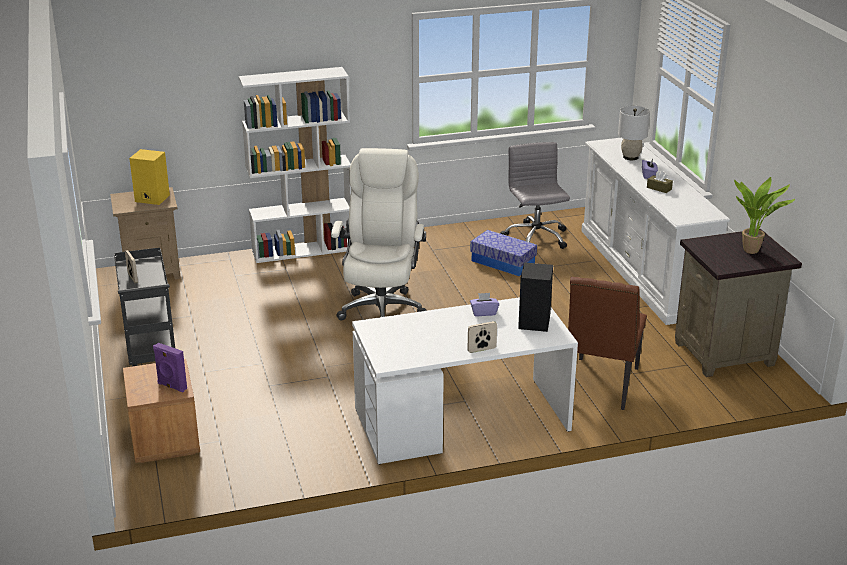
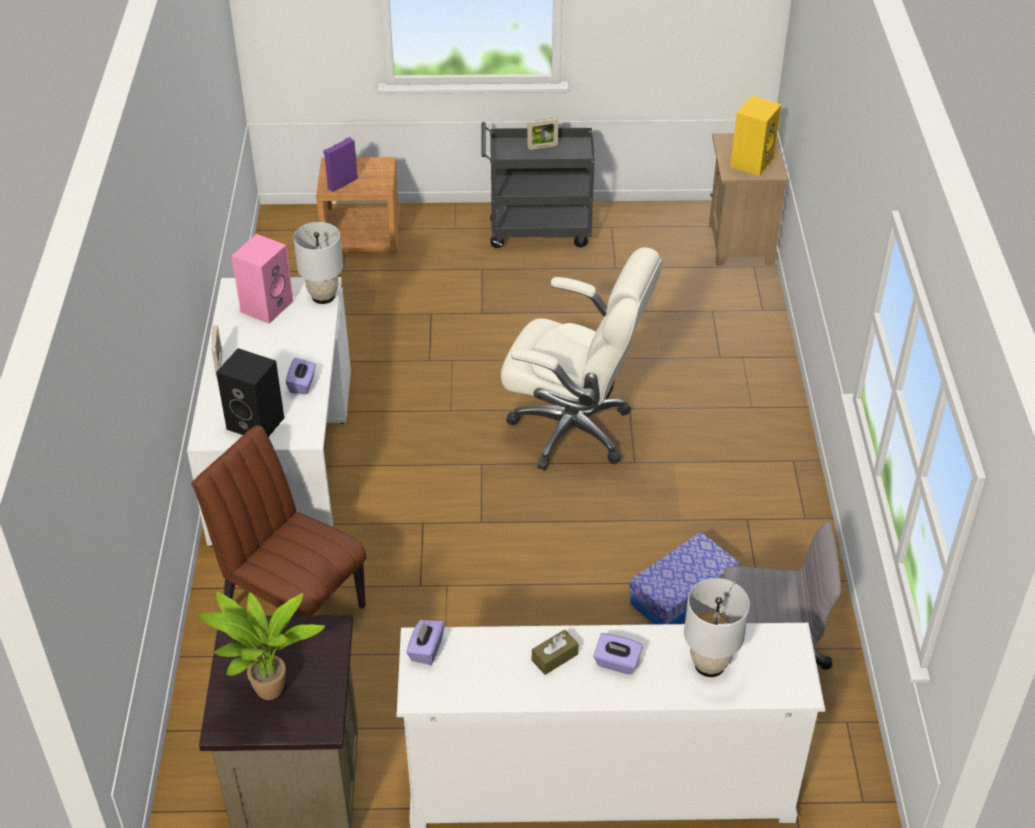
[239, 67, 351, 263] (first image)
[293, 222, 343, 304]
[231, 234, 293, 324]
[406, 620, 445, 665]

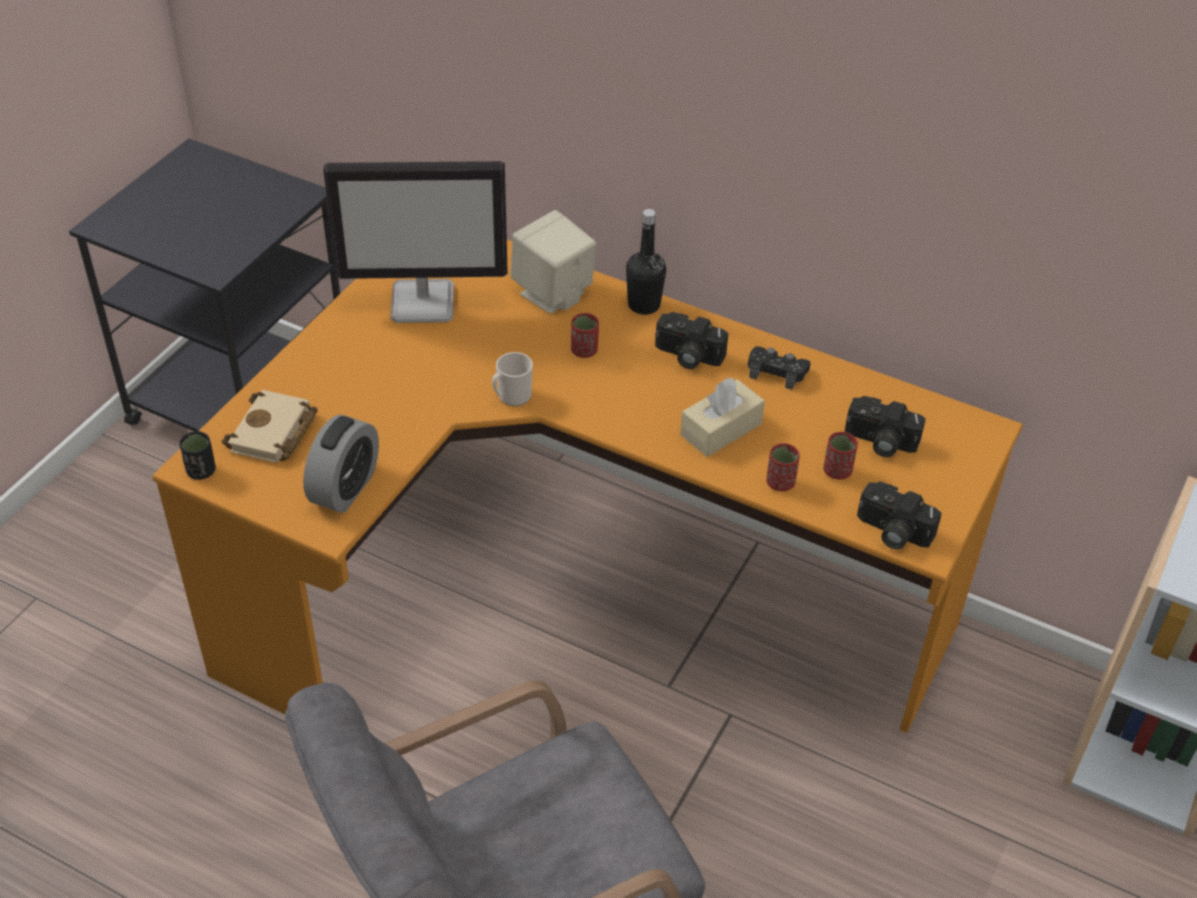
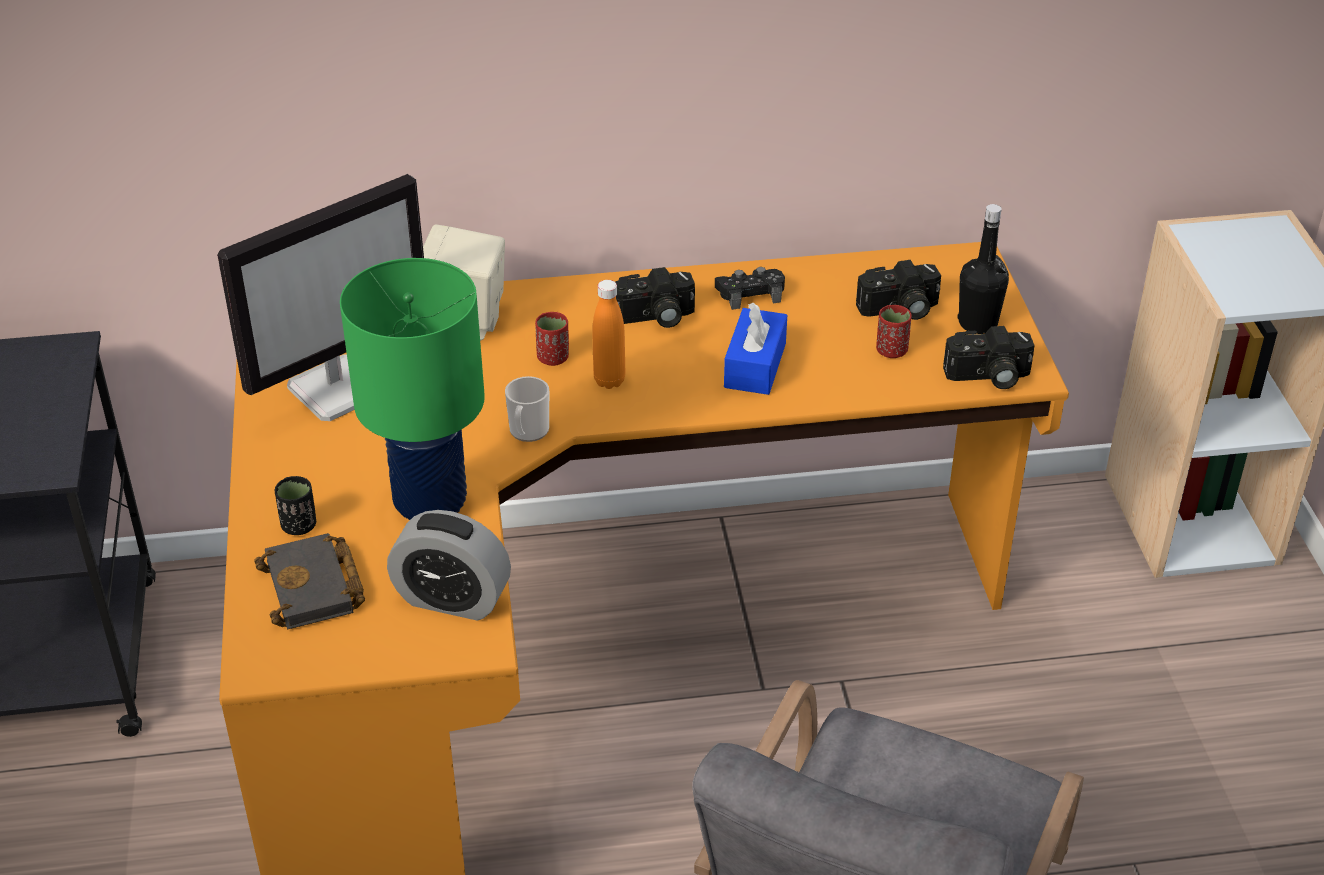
[958, 204, 1009, 334]
[724, 303, 787, 395]
[254, 533, 365, 630]
[387, 510, 511, 621]
[275, 476, 316, 535]
[766, 443, 800, 492] (first image)
[340, 258, 485, 520]
[592, 280, 625, 389]

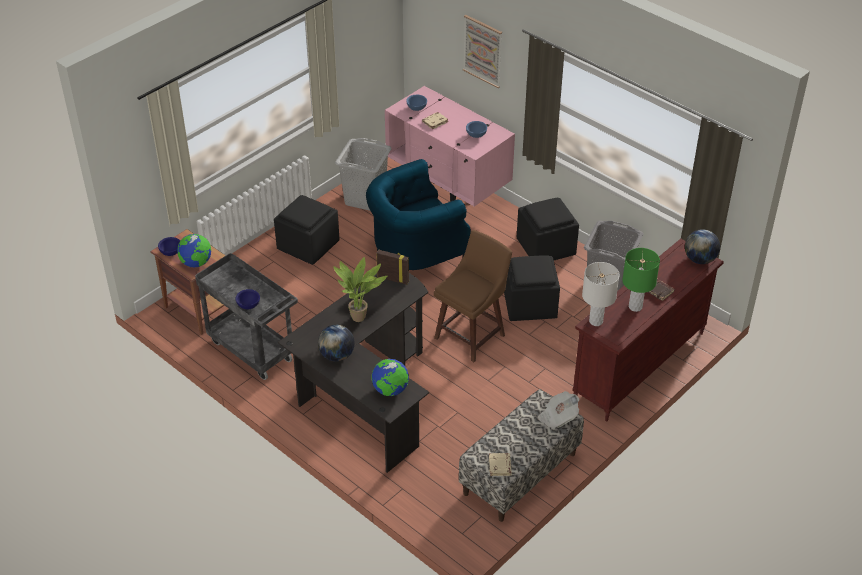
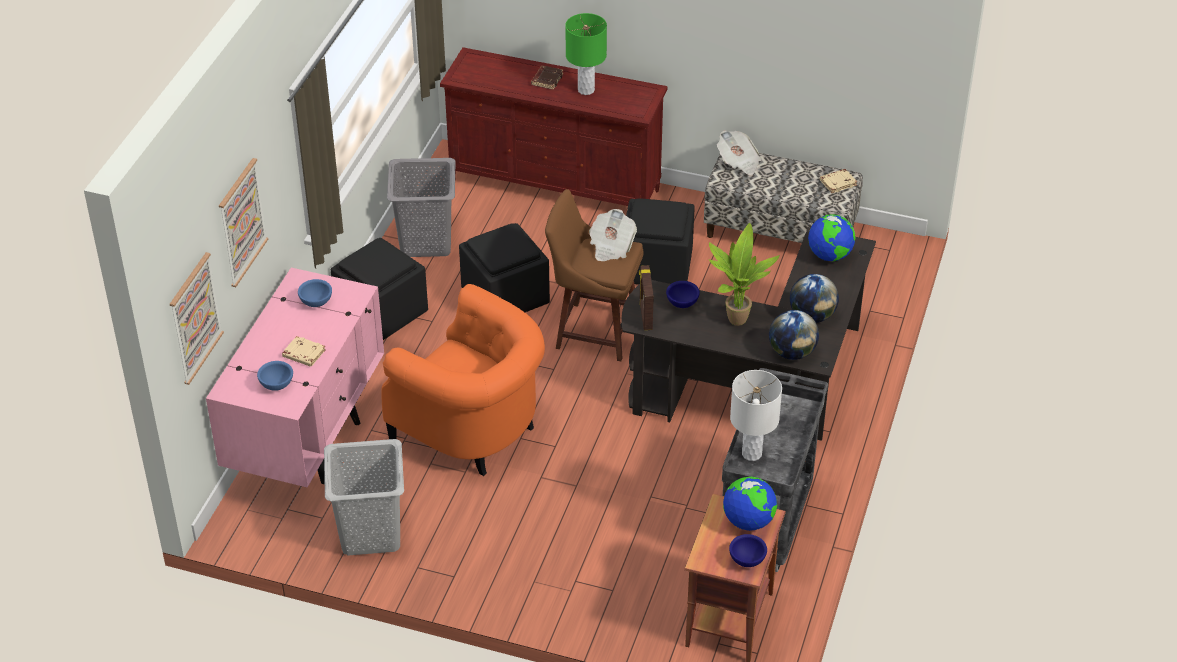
[381, 284, 545, 476]
[626, 199, 695, 285]
[769, 310, 819, 360]
[730, 370, 782, 461]
[666, 281, 700, 308]
[589, 209, 637, 261]
[170, 252, 224, 385]

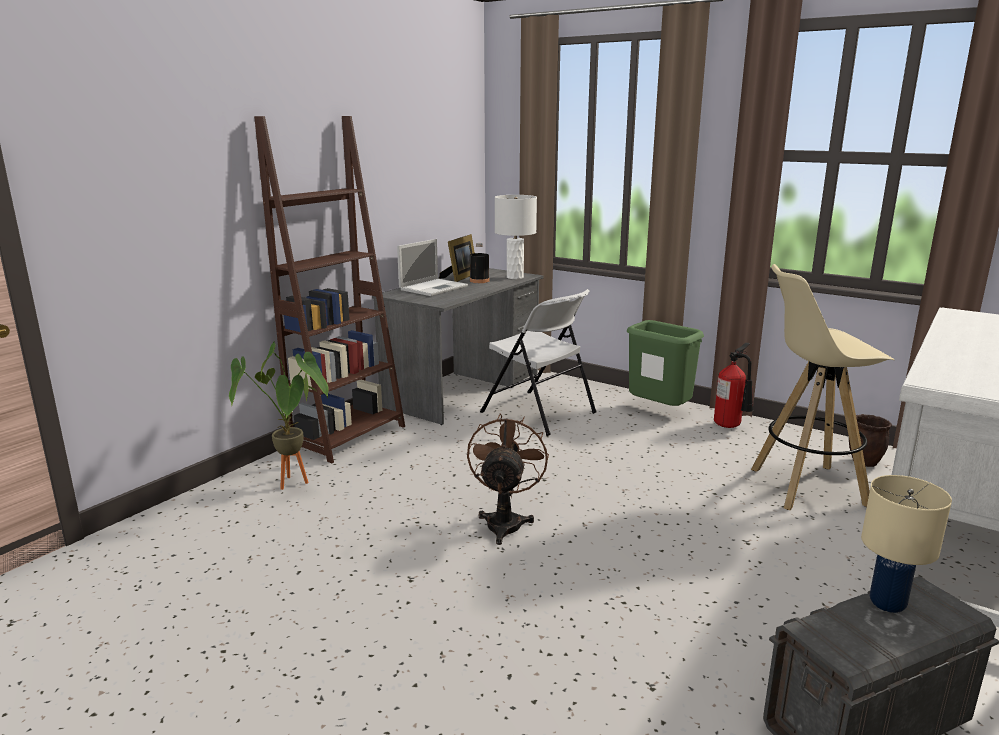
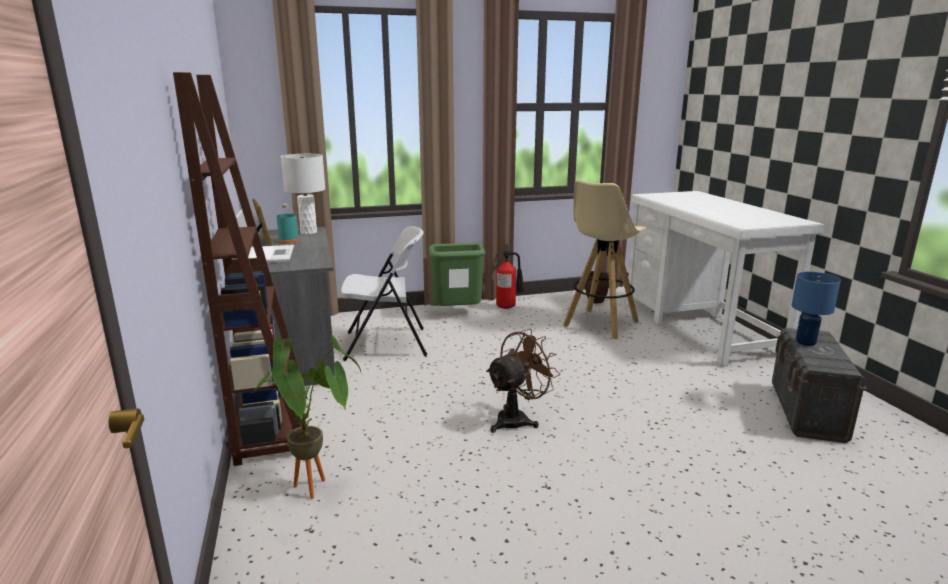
[276, 204, 299, 244]
[486, 329, 560, 433]
[792, 272, 841, 346]

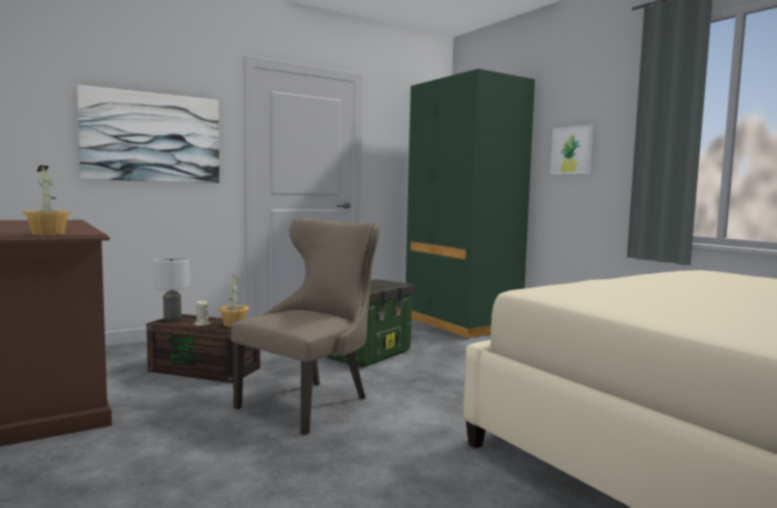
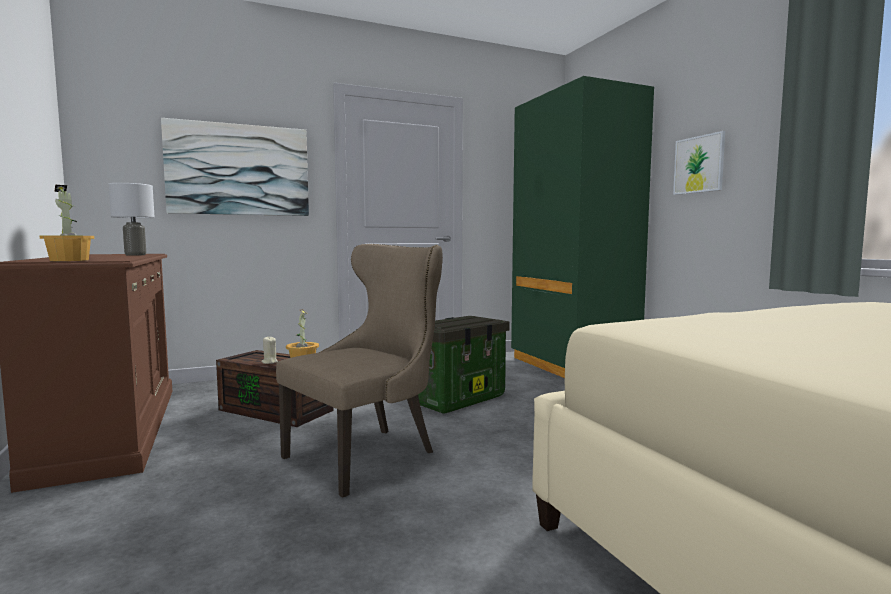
[109, 183, 155, 256]

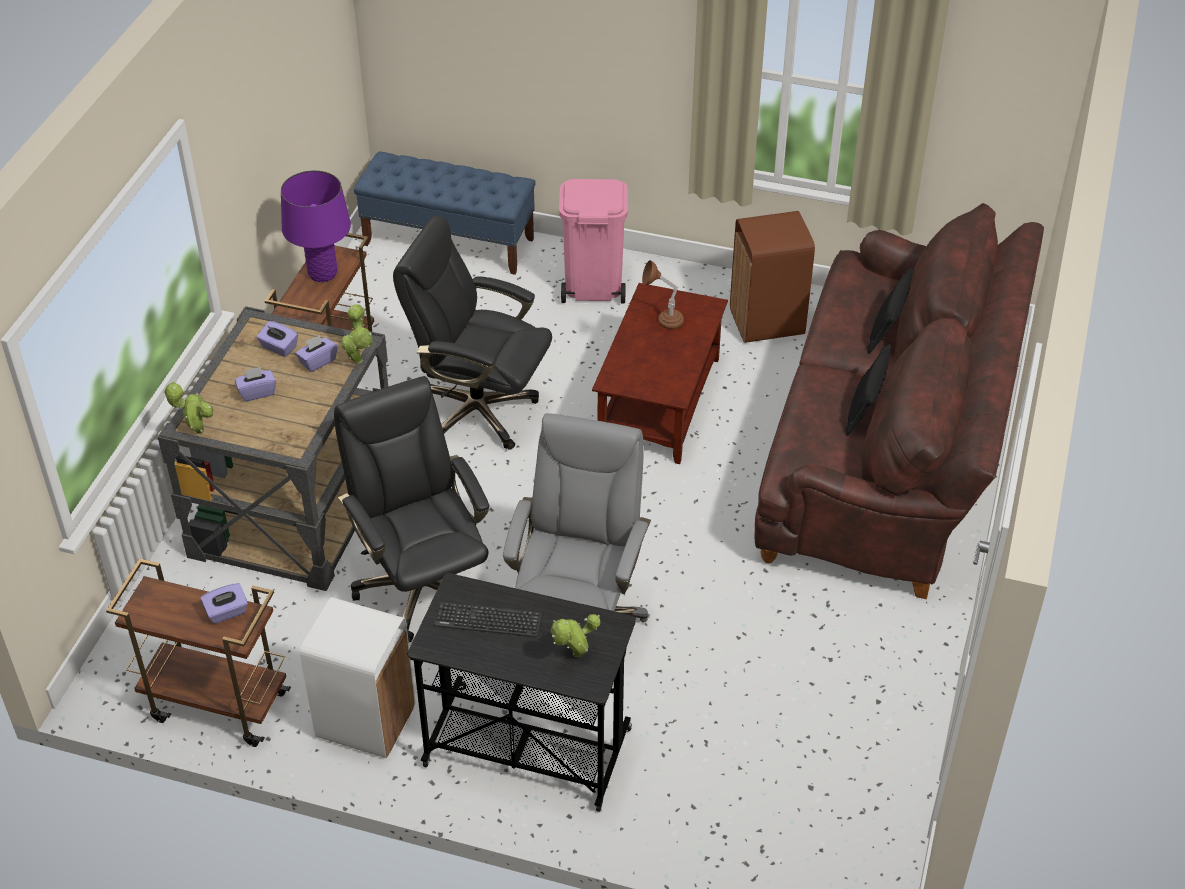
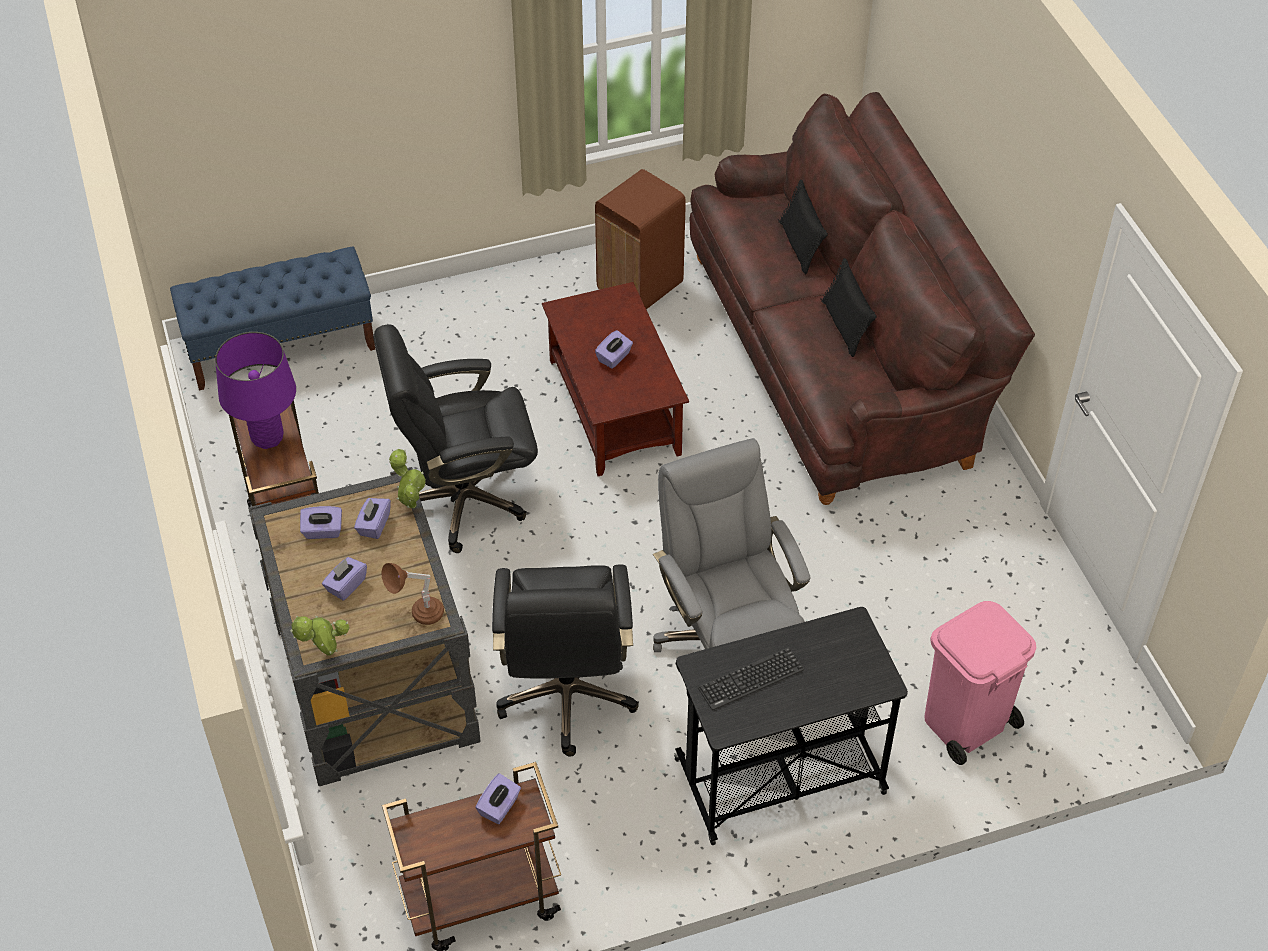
[924, 601, 1037, 765]
[382, 563, 444, 625]
[492, 564, 639, 756]
[300, 597, 415, 758] (first image)
[551, 614, 600, 657] (first image)
[595, 330, 633, 369]

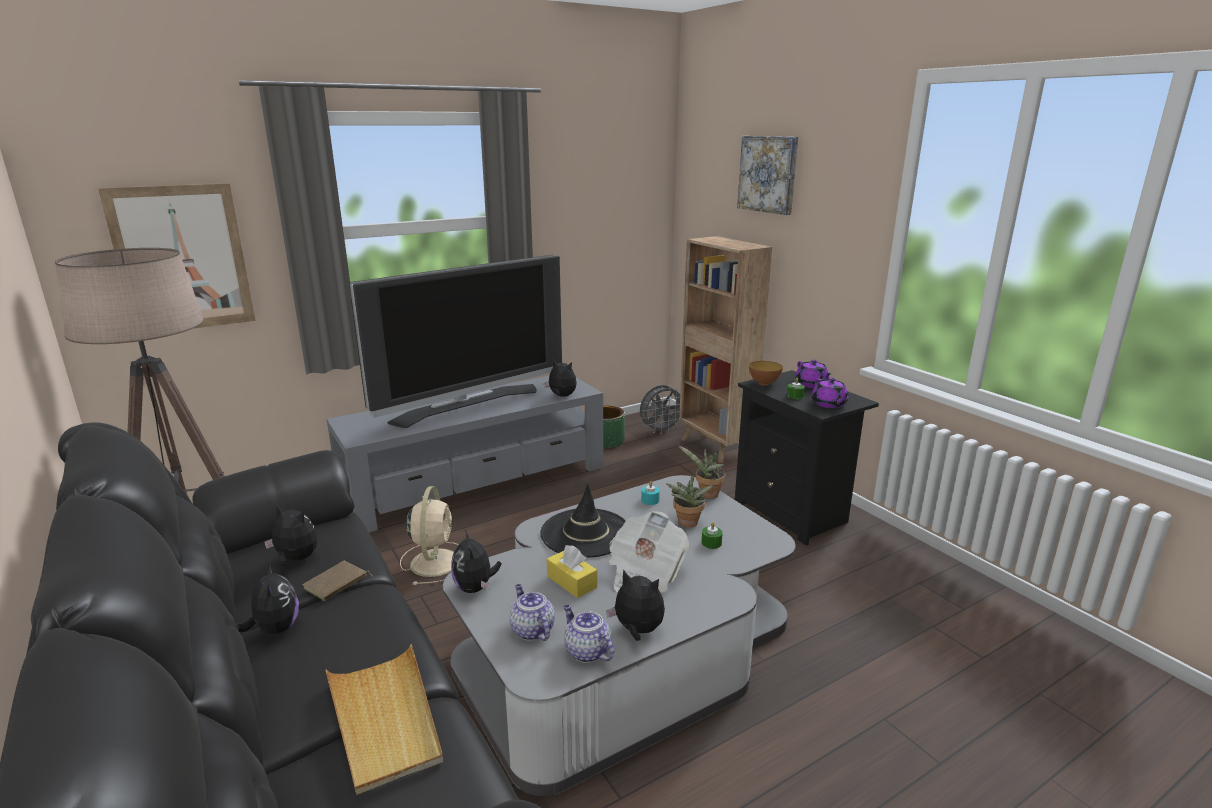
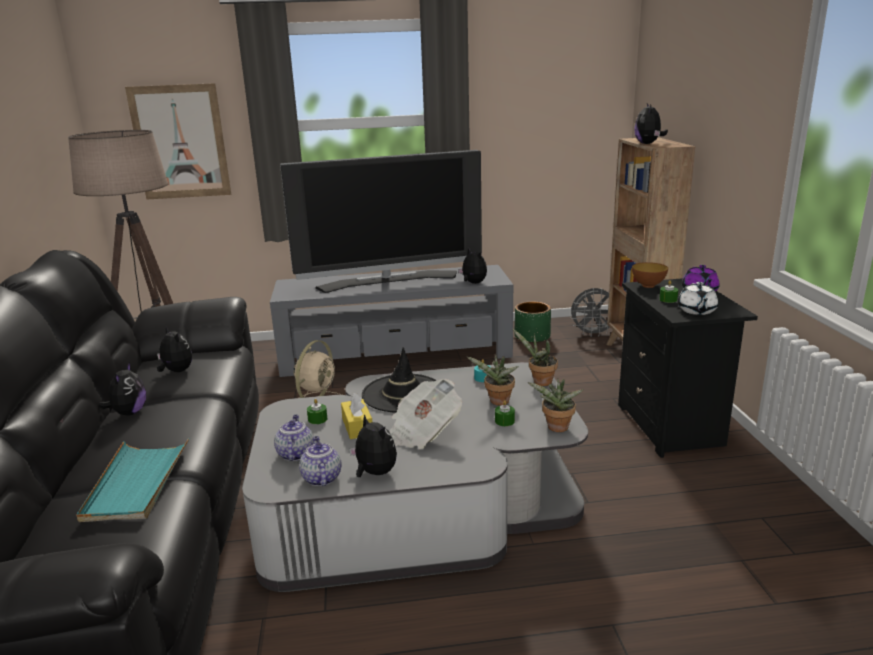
[737, 136, 798, 215] (first image)
[678, 282, 718, 315]
[634, 103, 668, 144]
[303, 561, 373, 601] (first image)
[76, 438, 189, 522]
[528, 378, 583, 432]
[307, 399, 327, 424]

